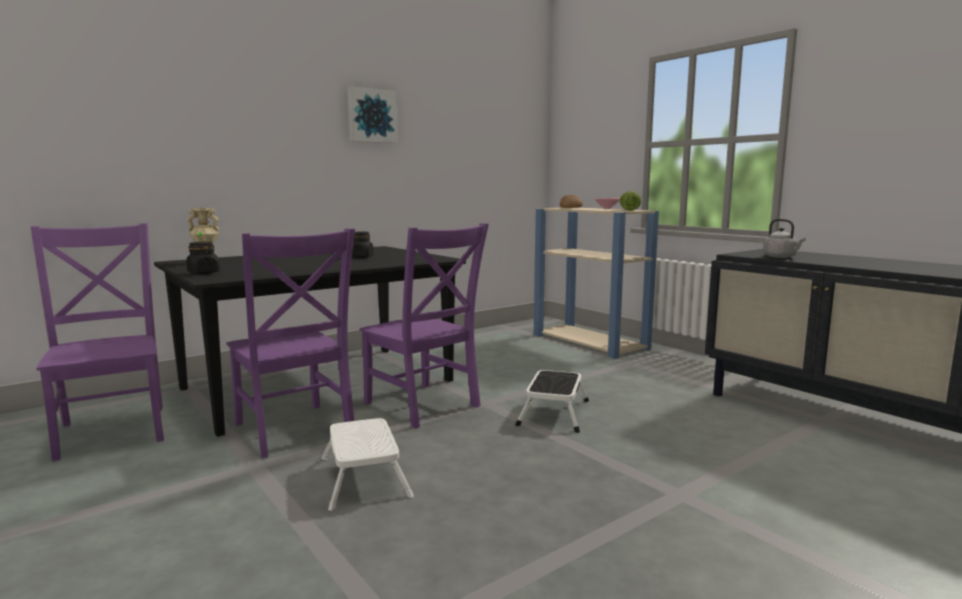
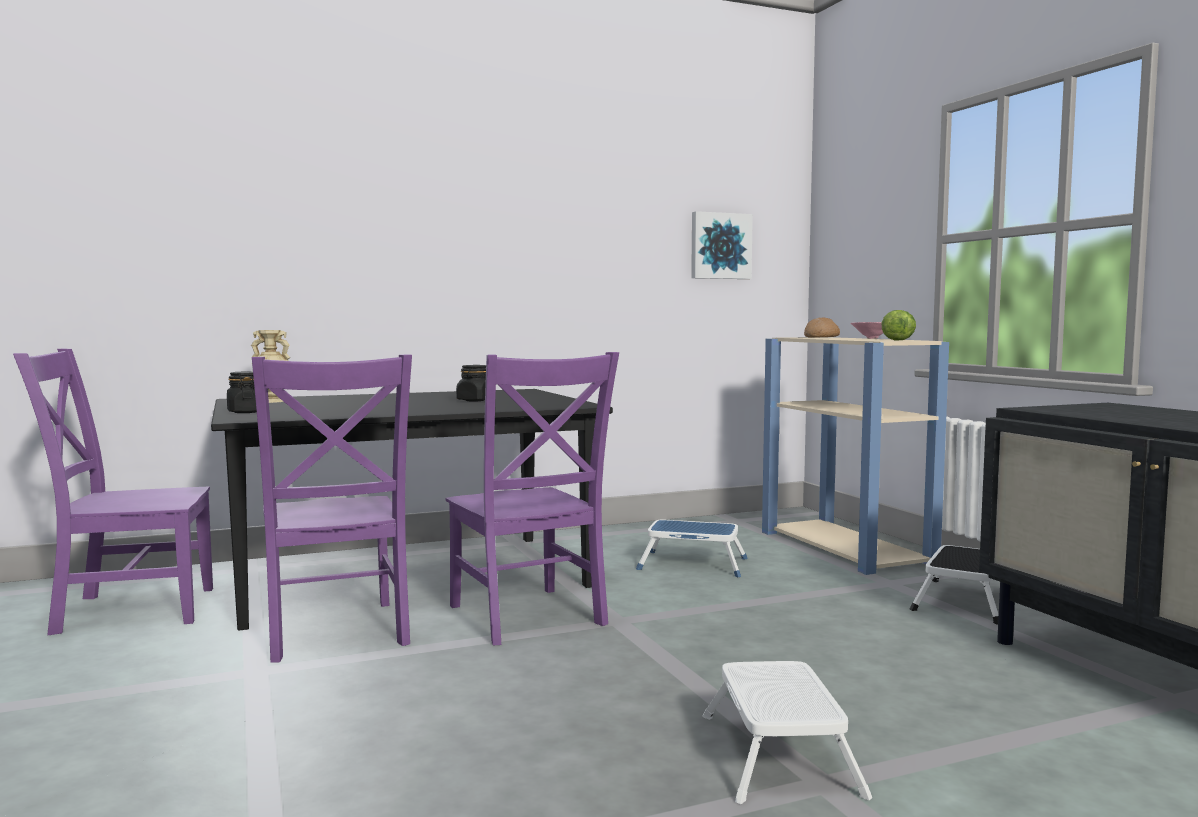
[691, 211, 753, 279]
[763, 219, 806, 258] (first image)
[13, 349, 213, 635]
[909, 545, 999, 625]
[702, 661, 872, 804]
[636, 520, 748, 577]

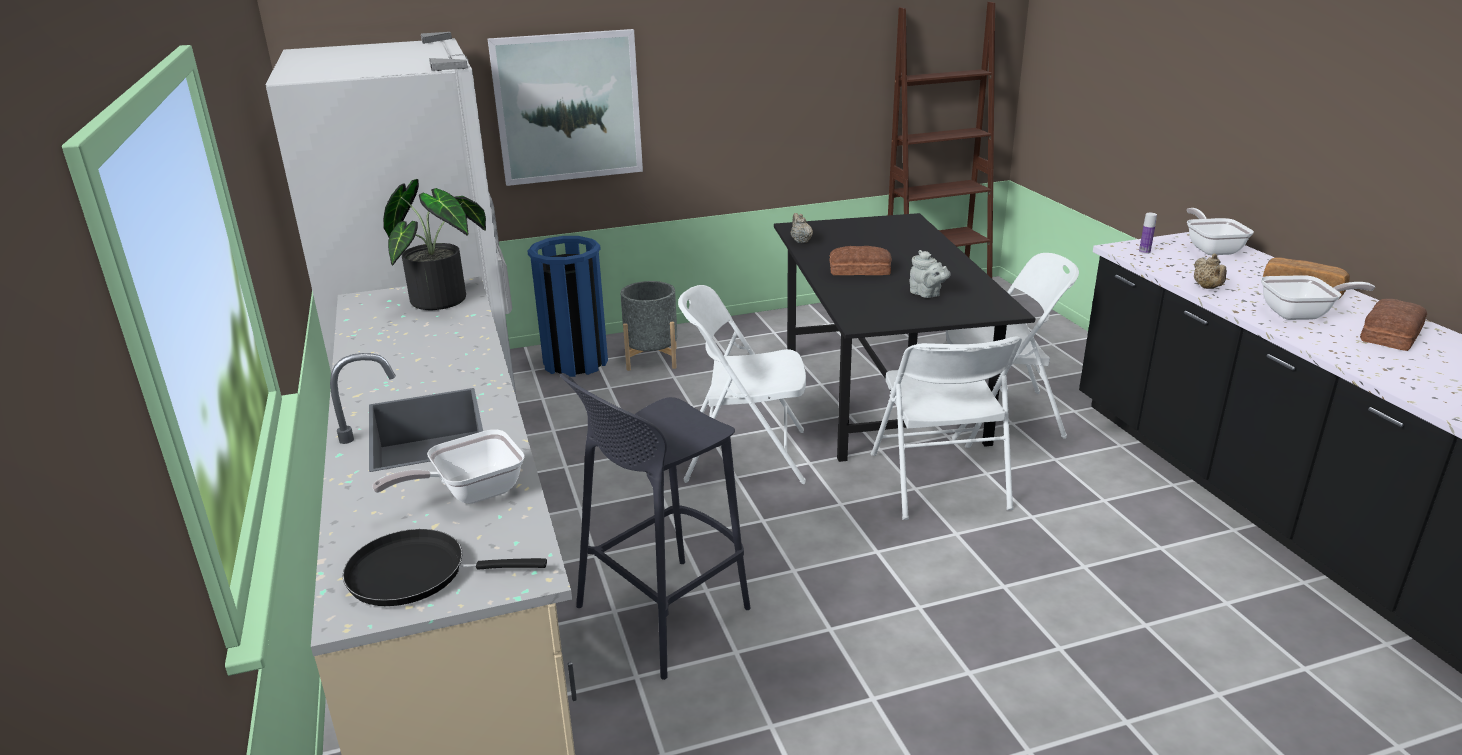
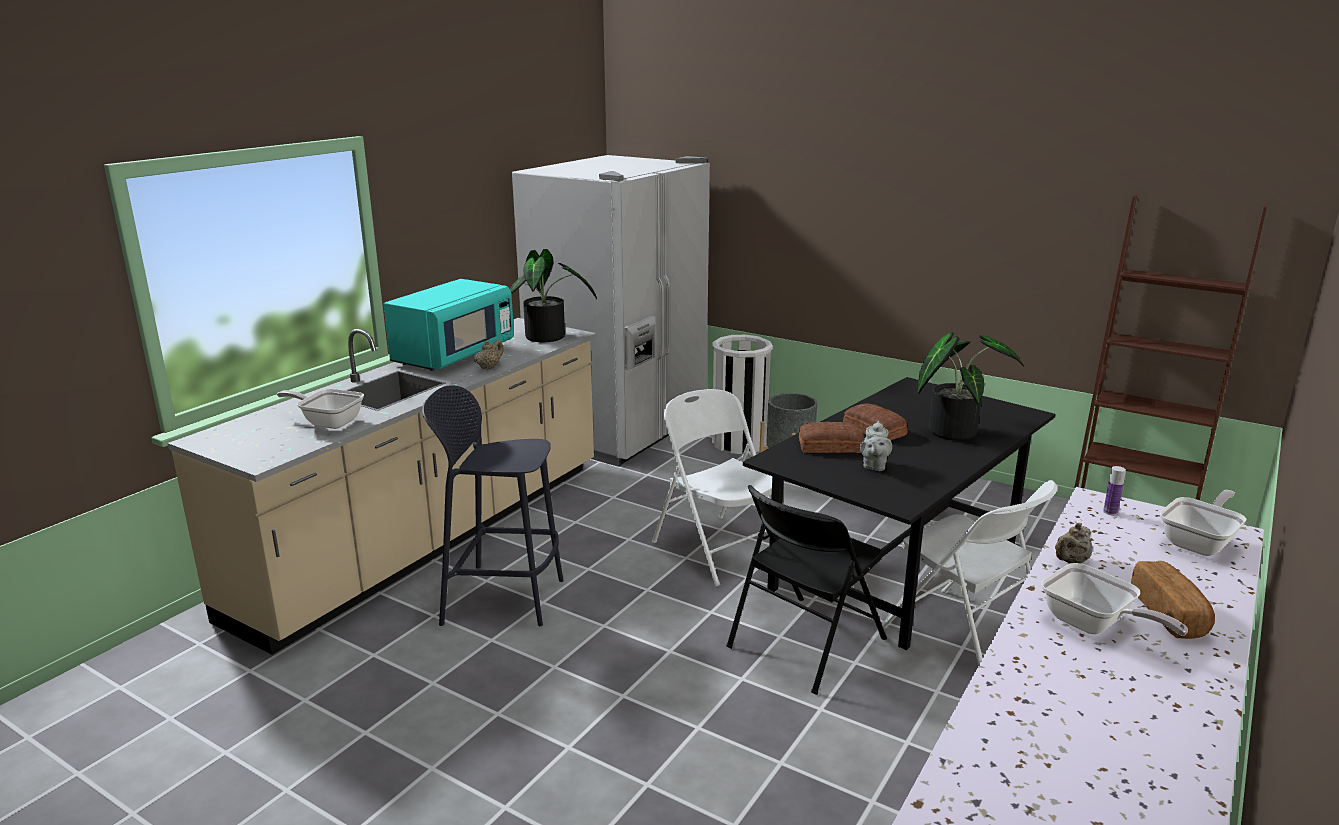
[488, 29, 643, 186] (first image)
[474, 340, 504, 370]
[712, 335, 773, 454]
[799, 422, 864, 453]
[726, 485, 887, 695]
[342, 529, 547, 606] (first image)
[384, 279, 514, 371]
[918, 332, 1024, 440]

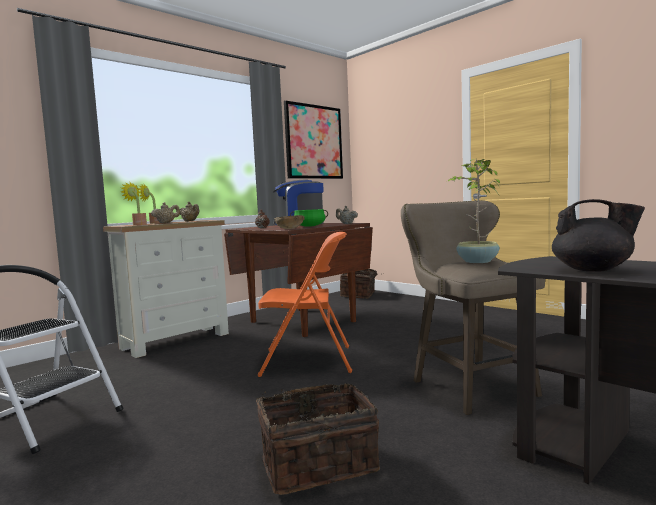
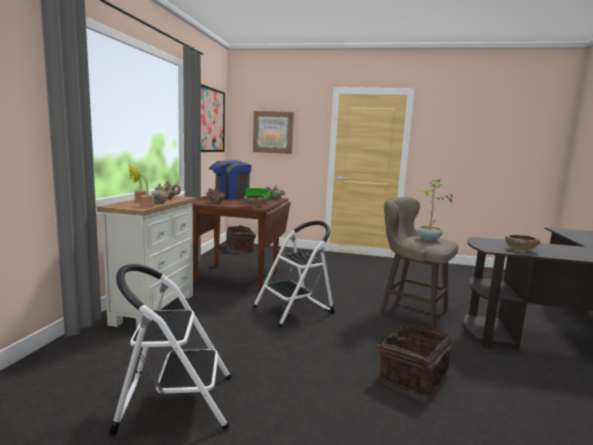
[505, 235, 540, 251]
[253, 221, 335, 327]
[253, 111, 294, 154]

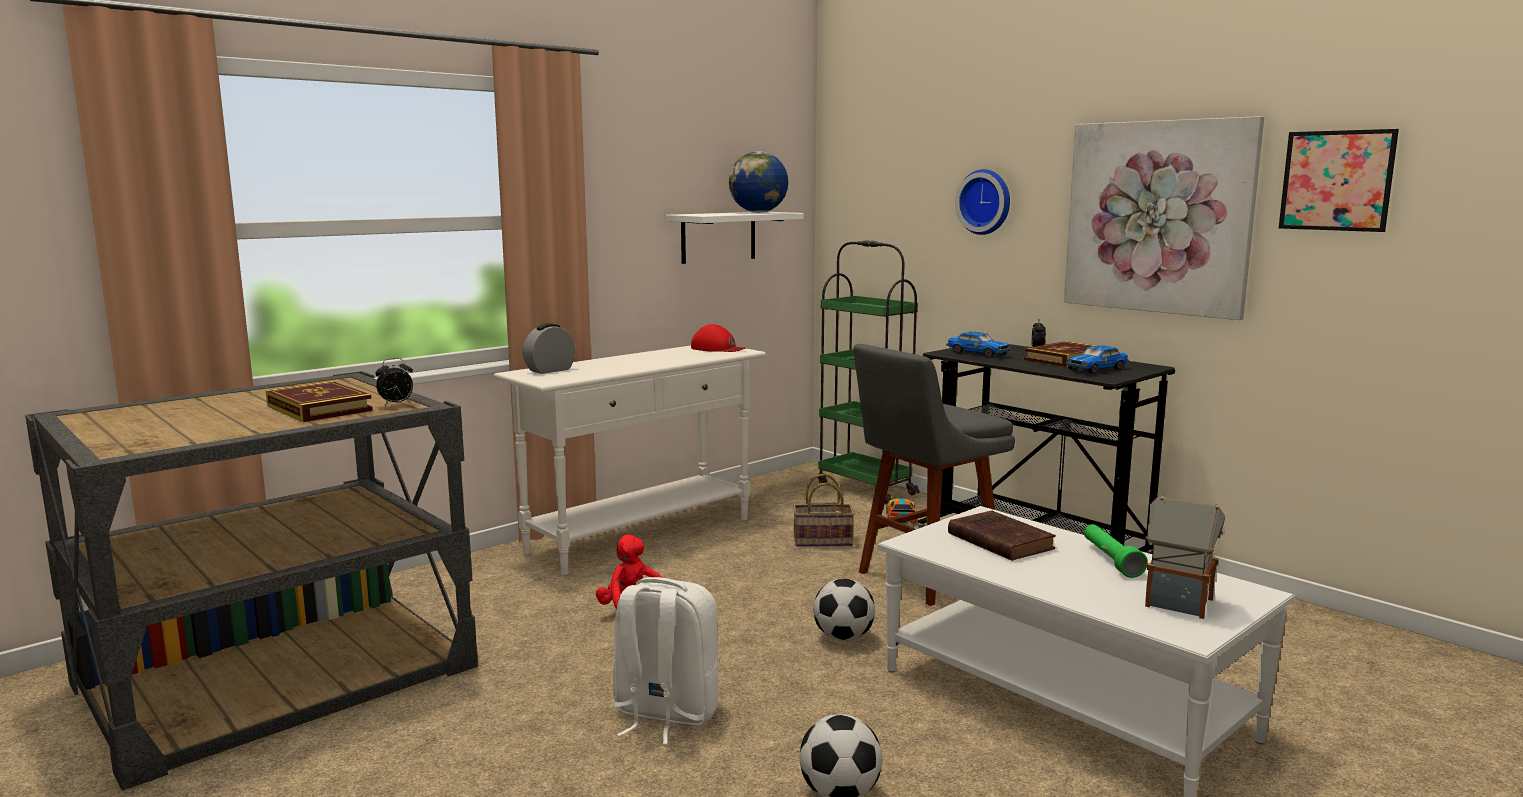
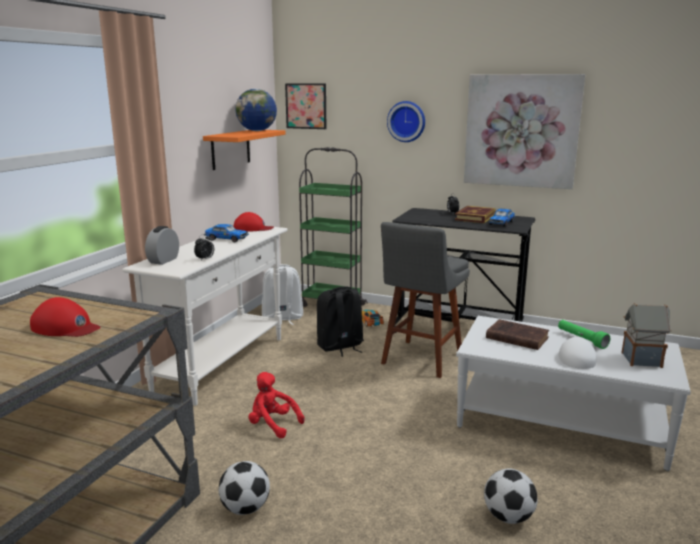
[285, 83, 326, 129]
[203, 130, 286, 170]
[204, 224, 249, 242]
[194, 234, 214, 260]
[30, 297, 101, 337]
[317, 286, 364, 357]
[262, 264, 303, 325]
[219, 461, 270, 515]
[558, 337, 596, 369]

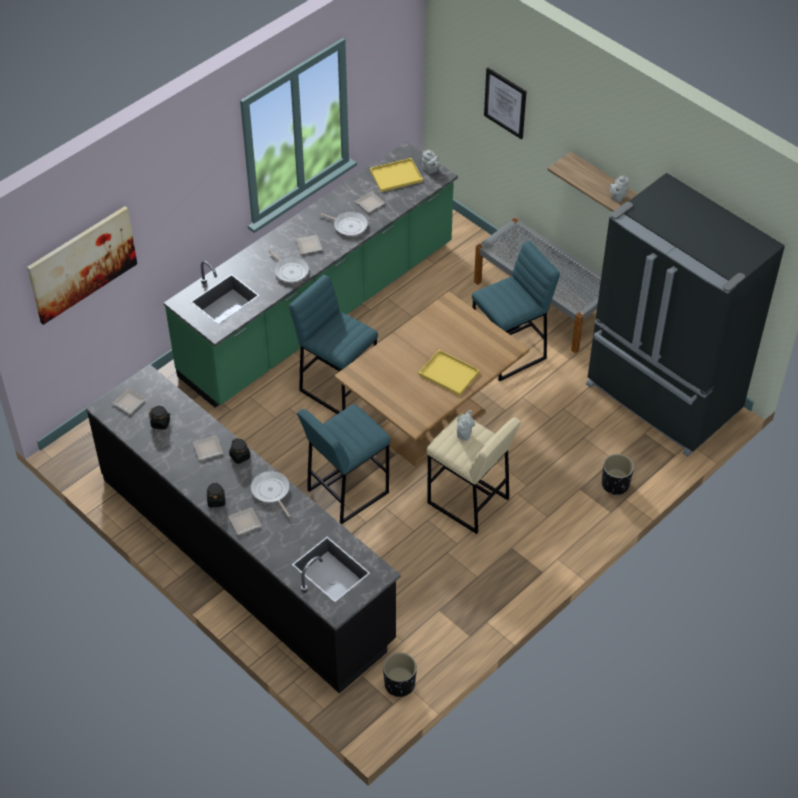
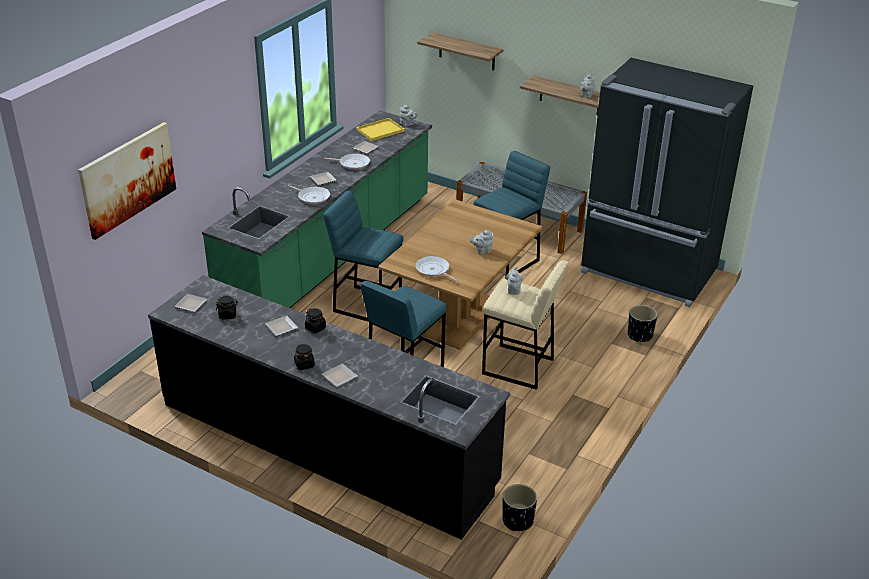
[417, 32, 503, 70]
[470, 230, 493, 254]
[415, 256, 459, 282]

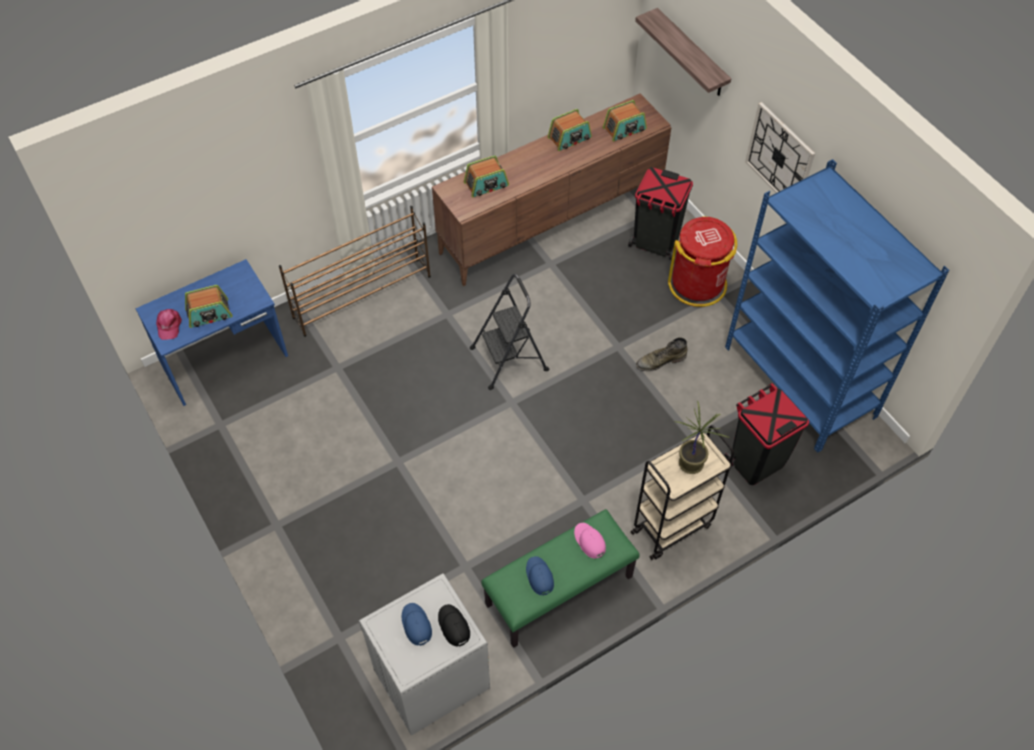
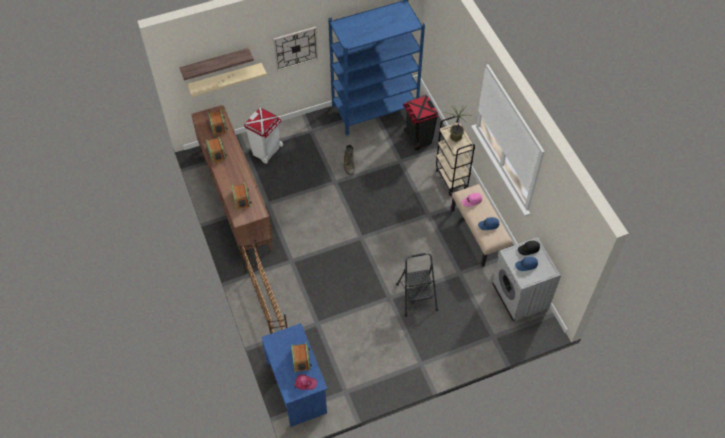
[244, 108, 283, 164]
[668, 216, 737, 307] (first image)
[396, 253, 438, 317]
[451, 184, 513, 267]
[187, 63, 267, 97]

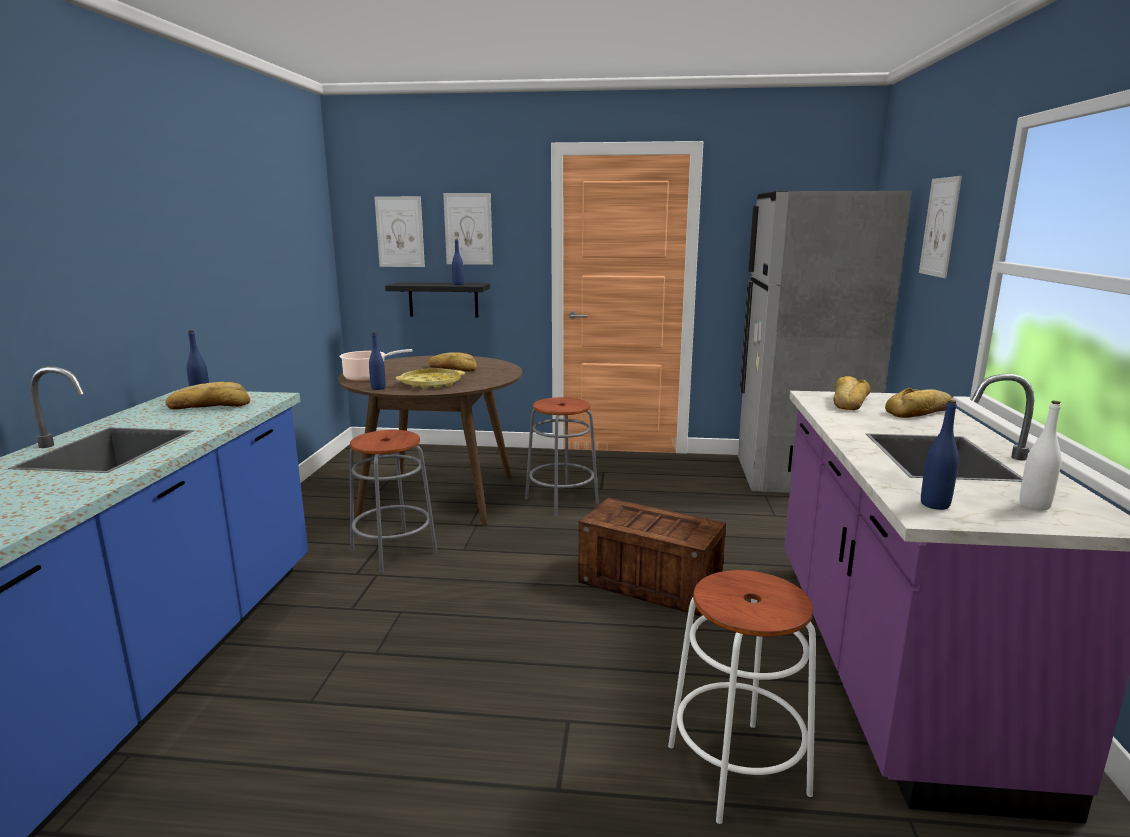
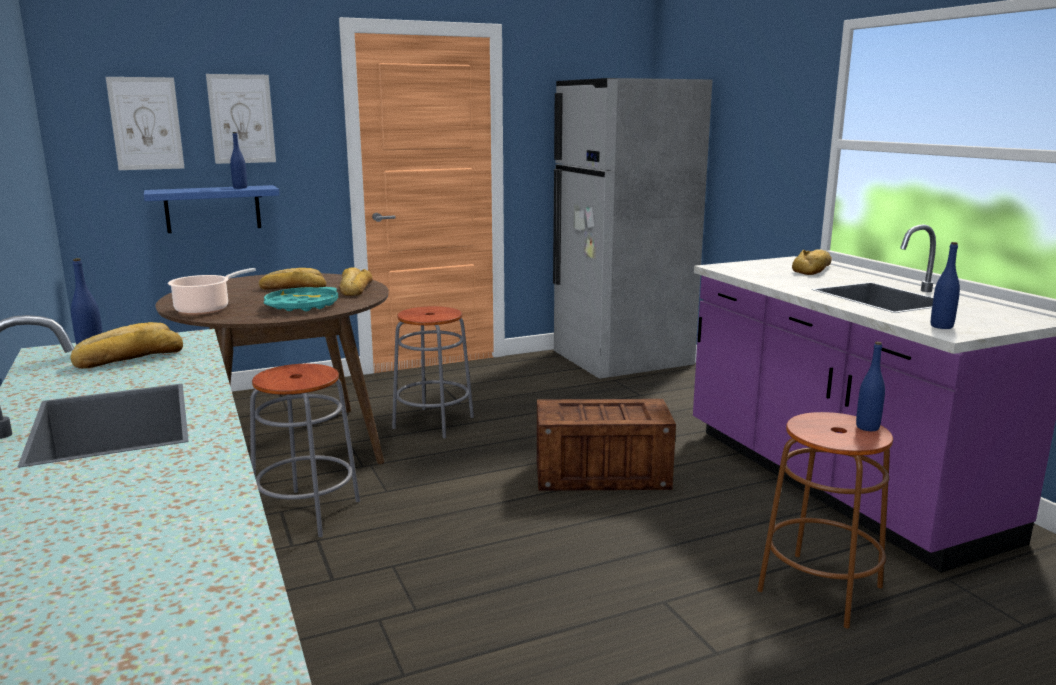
[919, 176, 962, 278] (first image)
[144, 185, 279, 233]
[856, 342, 885, 431]
[264, 287, 338, 311]
[340, 267, 373, 296]
[1019, 401, 1061, 511] (first image)
[757, 412, 893, 629]

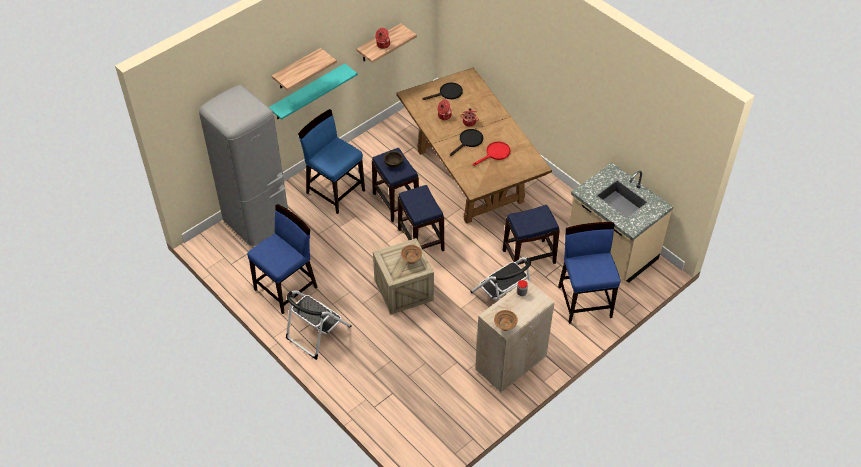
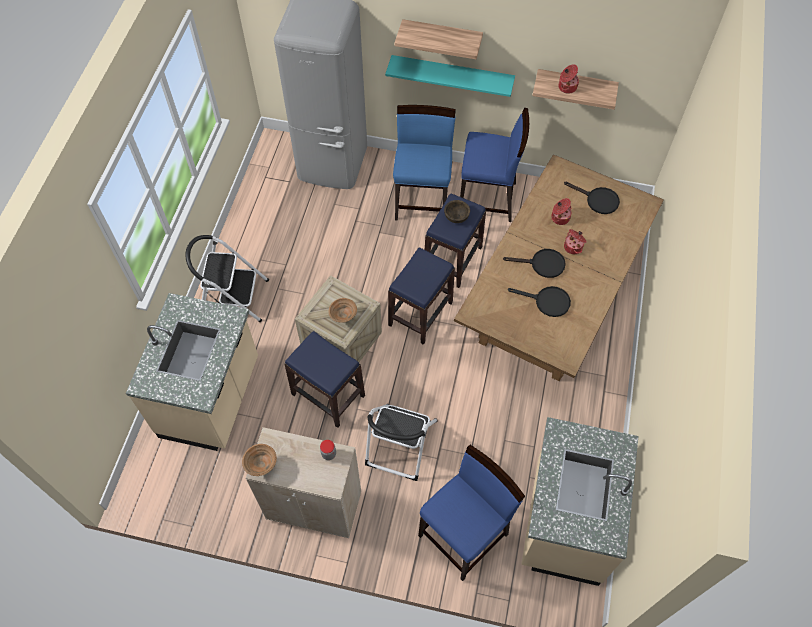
[508, 286, 571, 317]
[460, 108, 529, 222]
[285, 331, 365, 428]
[126, 293, 258, 451]

